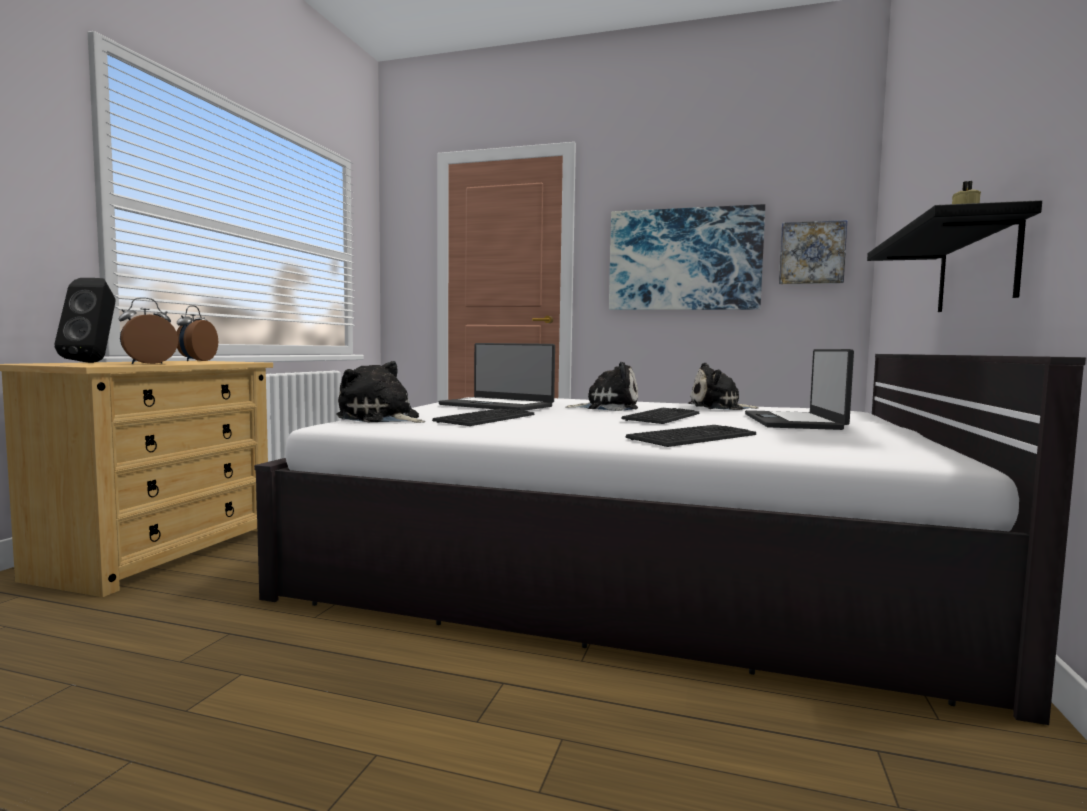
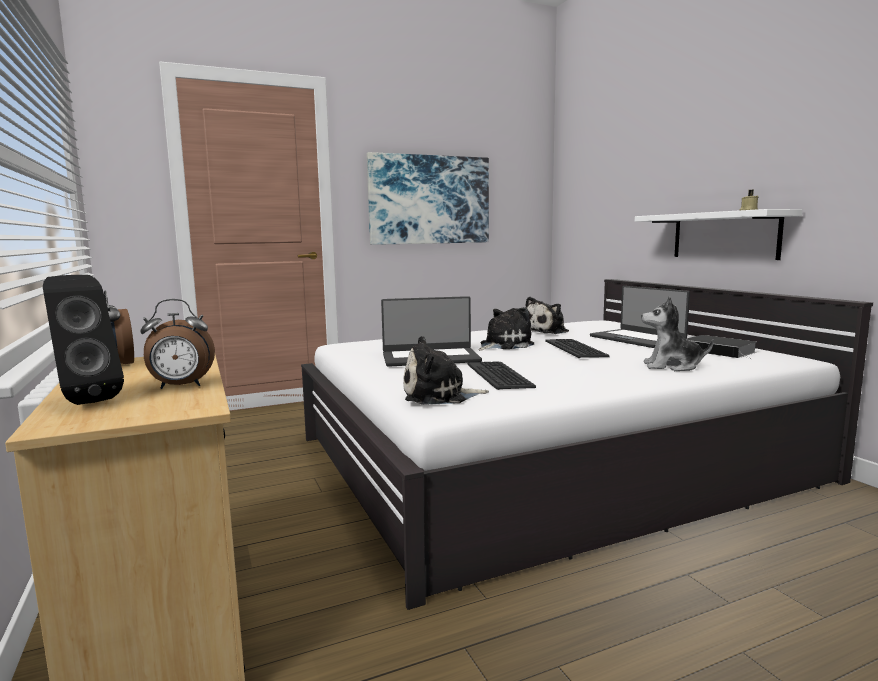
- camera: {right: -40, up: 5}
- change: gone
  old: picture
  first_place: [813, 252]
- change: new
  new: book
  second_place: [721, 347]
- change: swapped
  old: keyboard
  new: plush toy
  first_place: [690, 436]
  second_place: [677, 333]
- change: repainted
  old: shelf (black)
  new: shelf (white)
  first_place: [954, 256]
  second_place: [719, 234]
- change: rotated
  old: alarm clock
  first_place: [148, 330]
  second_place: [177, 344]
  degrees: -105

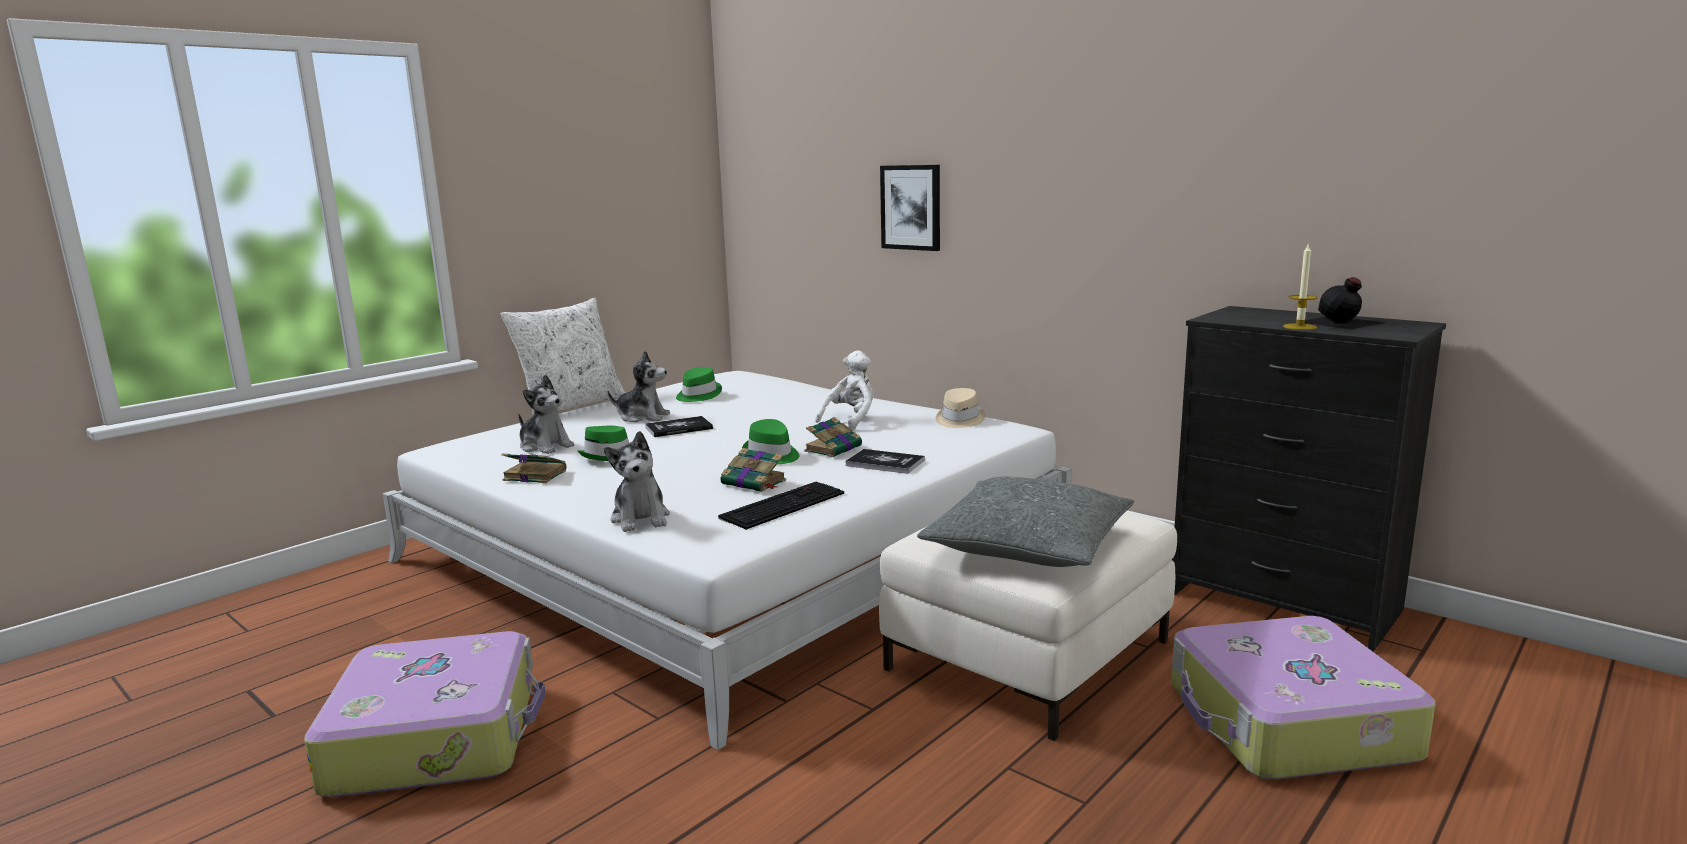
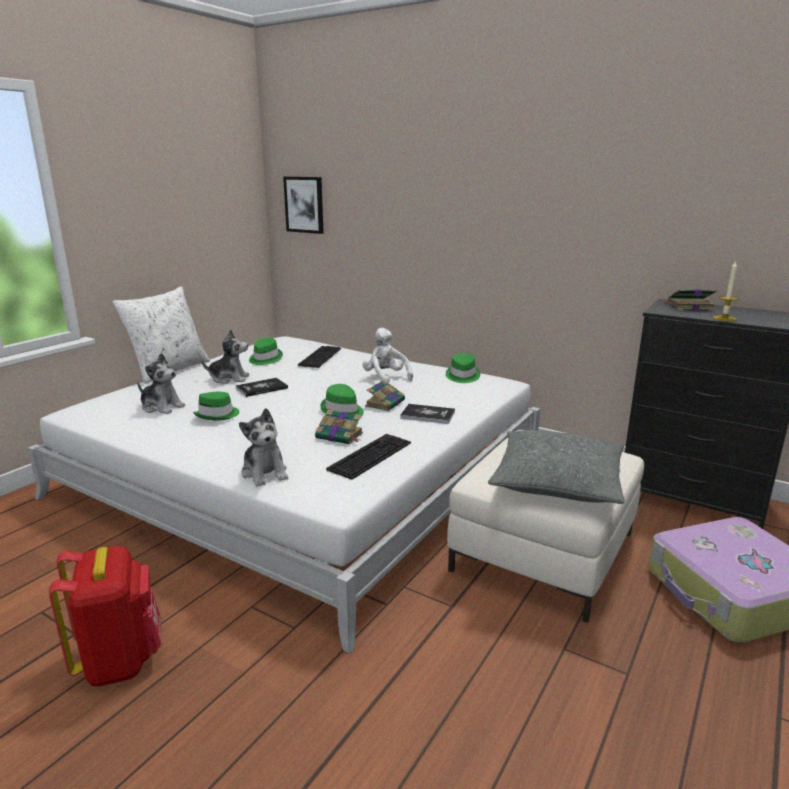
- camera: {right: -10, up: 5}
- change: gone
  old: bottle (black)
  first_place: [1345, 303]
- change: new
  new: keyboard
  second_place: [319, 357]
- change: shifted
  old: book
  first_place: [534, 468]
  second_place: [690, 300]
- change: shifted
  old: picture
  first_place: [910, 208]
  second_place: [303, 205]
- change: swapped
  old: suitcase
  new: backpack (red)
  first_place: [425, 714]
  second_place: [105, 616]
- change: repainted
  old: hat (beige)
  new: hat (green)
  first_place: [960, 408]
  second_place: [463, 368]
- change: rotated
  old: plush toy (white)
  first_place: [844, 390]
  second_place: [387, 356]
  degrees: -60

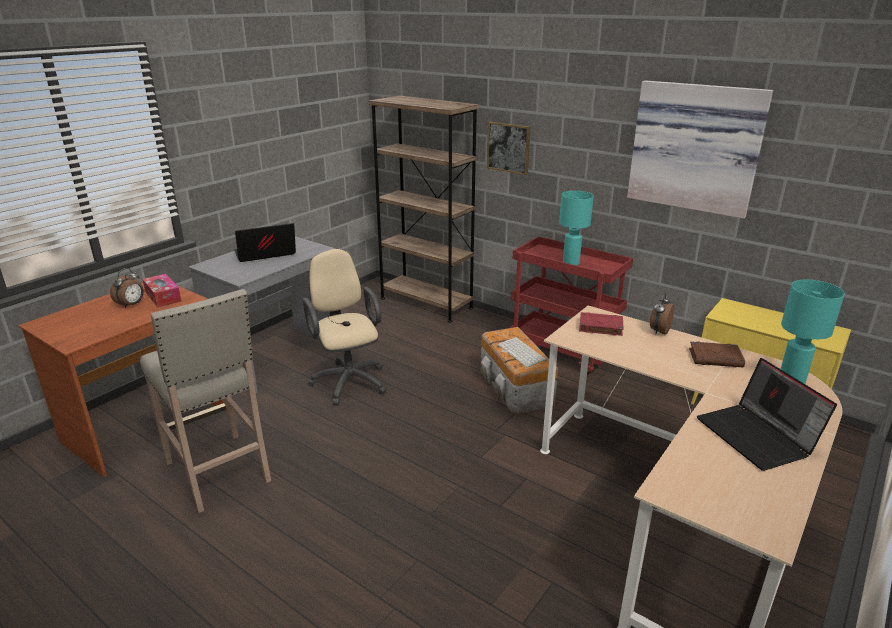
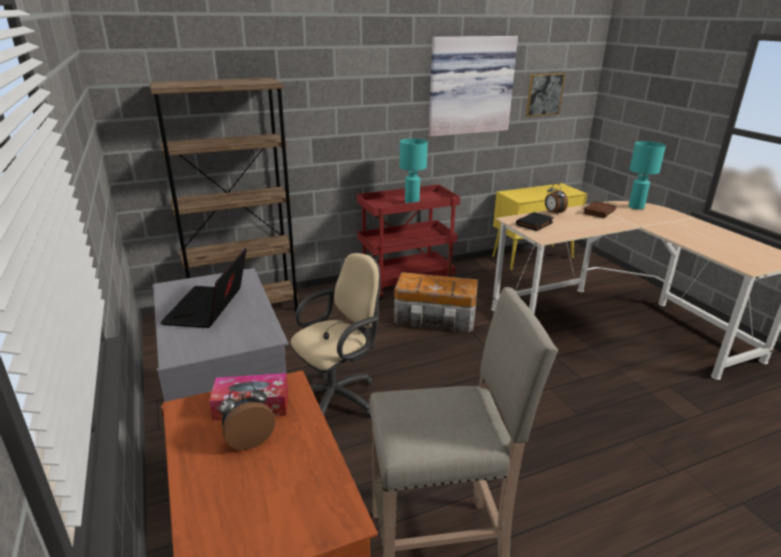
- camera: {right: -60, up: 0}
- change: gone
  old: keyboard
  first_place: [522, 352]
- change: gone
  old: laptop
  first_place: [767, 414]
- change: shifted
  old: picture
  first_place: [508, 148]
  second_place: [546, 95]
- change: repainted
  old: book (red)
  new: book (black)
  first_place: [601, 324]
  second_place: [535, 221]
- change: rotated
  old: alarm clock
  first_place: [127, 288]
  second_place: [247, 416]
  degrees: -90
- change: rotated
  old: office chair (beige)
  first_place: [345, 327]
  second_place: [336, 335]
  degrees: 135

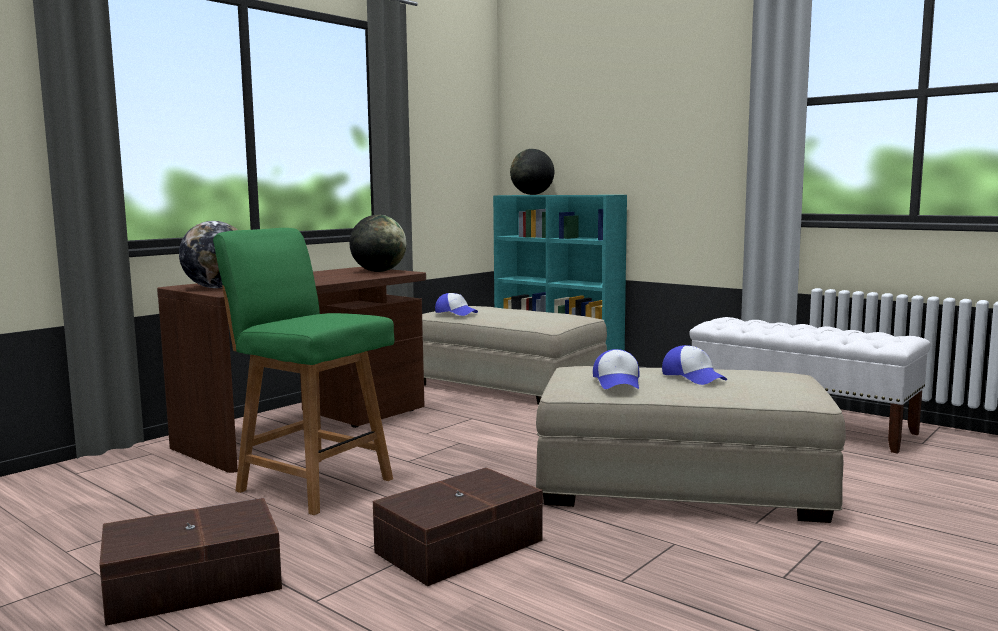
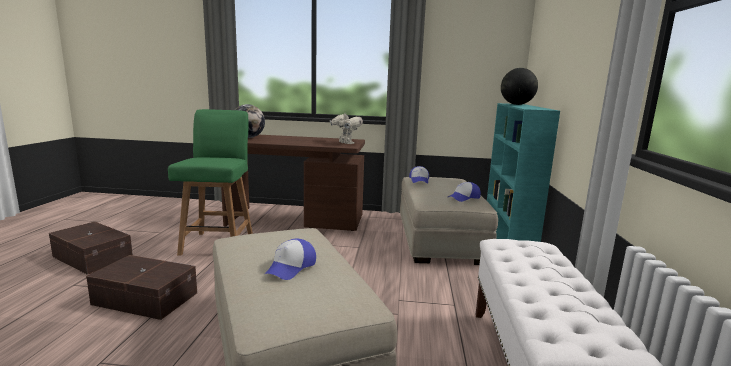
- camera: {right: 55, up: 5}
- change: shifted
  old: cap
  first_place: [616, 369]
  second_place: [464, 192]
- change: swapped
  old: globe
  new: toy robot
  first_place: [378, 243]
  second_place: [346, 127]

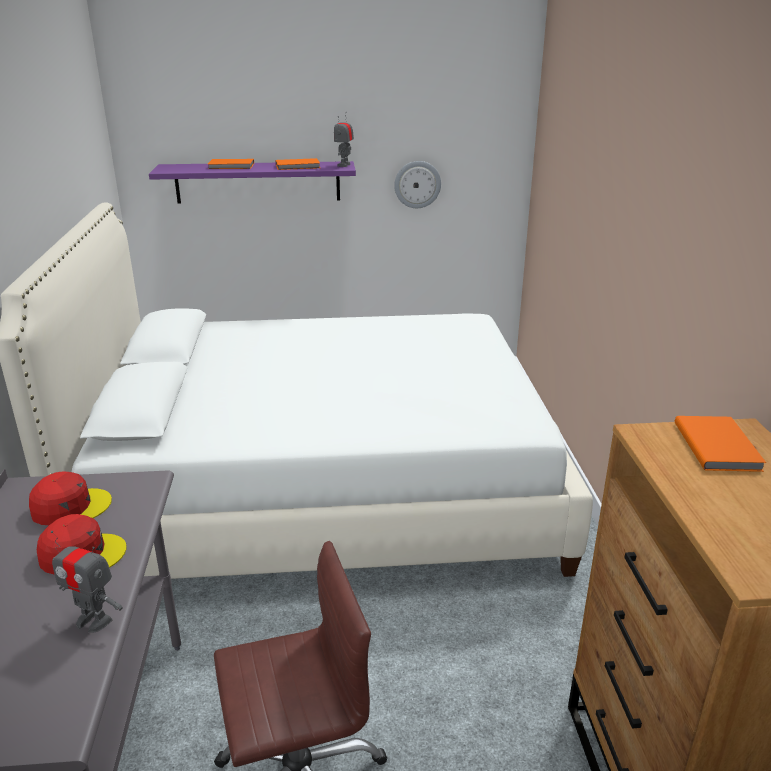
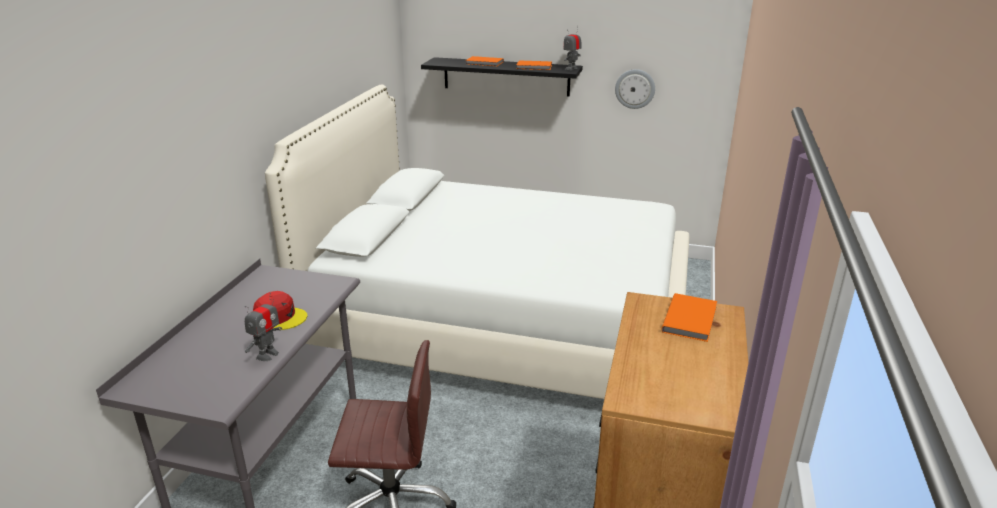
- camera: {right: 20, up: 0}
- change: gone
  old: cap (red)
  first_place: [70, 498]
- change: repainted
  old: shelf (purple)
  new: shelf (black)
  first_place: [252, 182]
  second_place: [502, 76]
- change: rotated
  old: toy robot
  first_place: [86, 582]
  second_place: [263, 327]
  degrees: -105

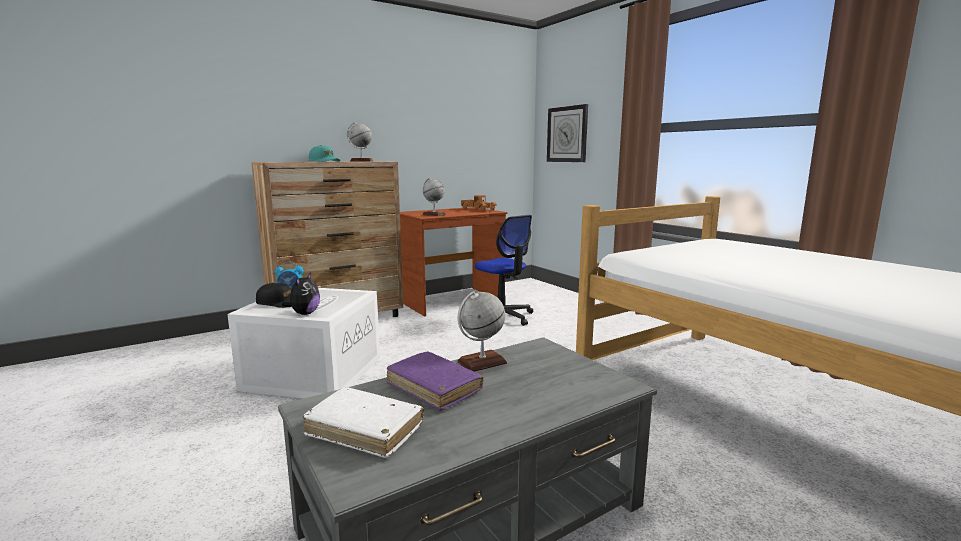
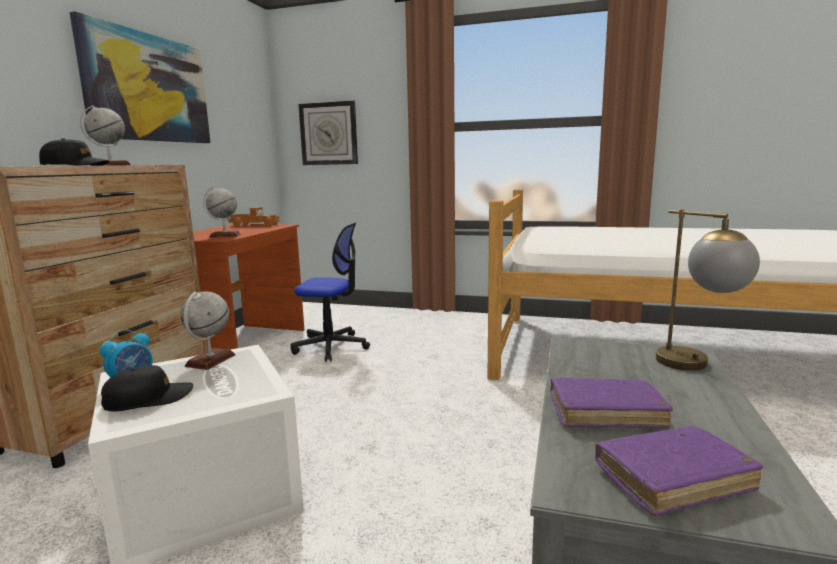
- camera: {right: -40, up: 0}
- change: gone
  old: plush toy
  first_place: [301, 293]
- change: new
  new: picture
  second_place: [140, 77]
- change: new
  new: table lamp
  second_place: [708, 290]
- change: shifted
  old: globe
  first_place: [482, 331]
  second_place: [208, 330]
- change: repainted
  old: book (white)
  new: book (purple)
  first_place: [363, 422]
  second_place: [679, 471]
- change: repainted
  old: cap (turquoise)
  new: cap (black)
  first_place: [324, 153]
  second_place: [74, 152]

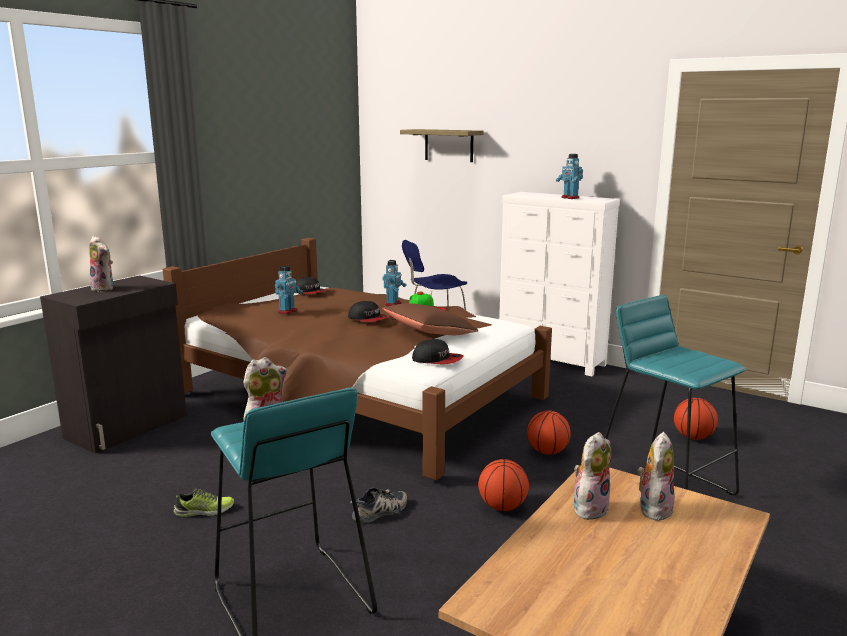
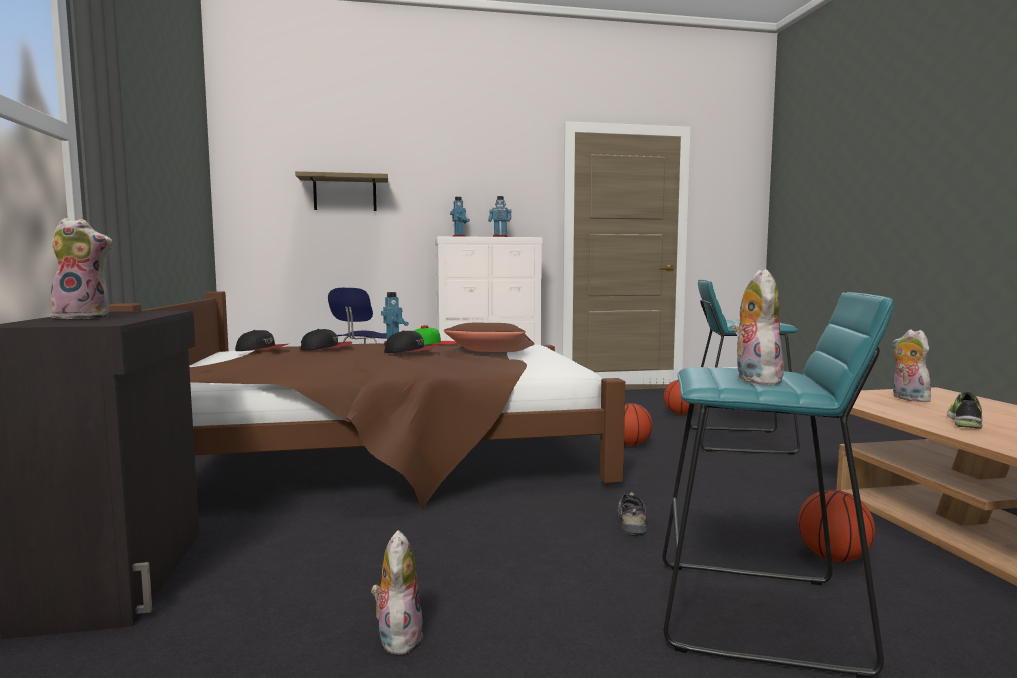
- camera: {right: -45, up: -10}
- change: shifted
  old: shoe
  first_place: [204, 503]
  second_place: [965, 410]
- change: shifted
  old: toy robot
  first_place: [289, 289]
  second_place: [460, 217]
- change: shifted
  old: cap
  first_place: [438, 351]
  second_place: [326, 340]
- change: shifted
  old: basketball
  first_place: [503, 485]
  second_place: [836, 525]
- change: shifted
  old: plush toy
  first_place: [593, 476]
  second_place: [397, 592]

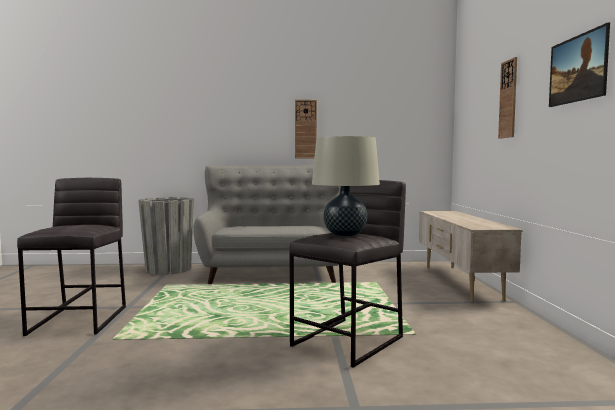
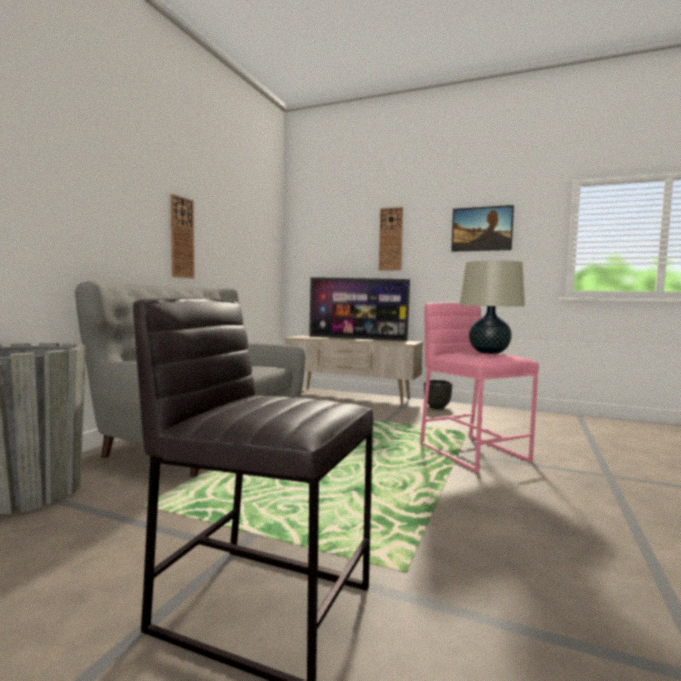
- camera: {right: -65, up: 0}
- change: new
  new: television
  second_place: [359, 309]
- change: new
  new: planter (black)
  second_place: [438, 394]
- change: repainted
  old: stool (grey)
  new: stool (pink)
  first_place: [347, 274]
  second_place: [479, 387]

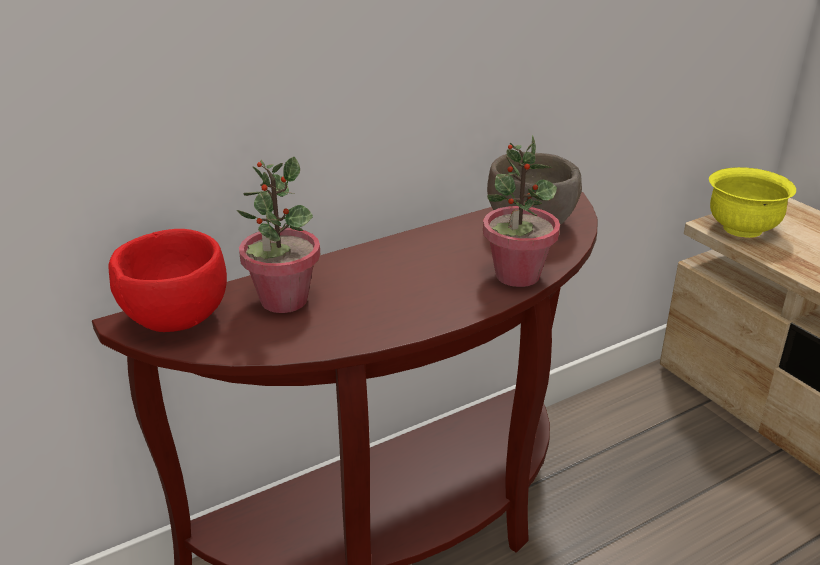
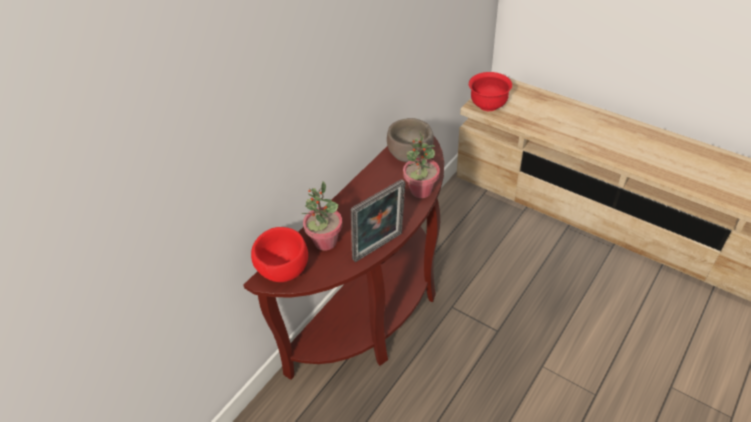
- camera: {right: -20, up: 15}
- change: new
  new: picture frame
  second_place: [378, 220]
- change: repainted
  old: bowl (yellow)
  new: bowl (red)
  first_place: [752, 202]
  second_place: [490, 91]

